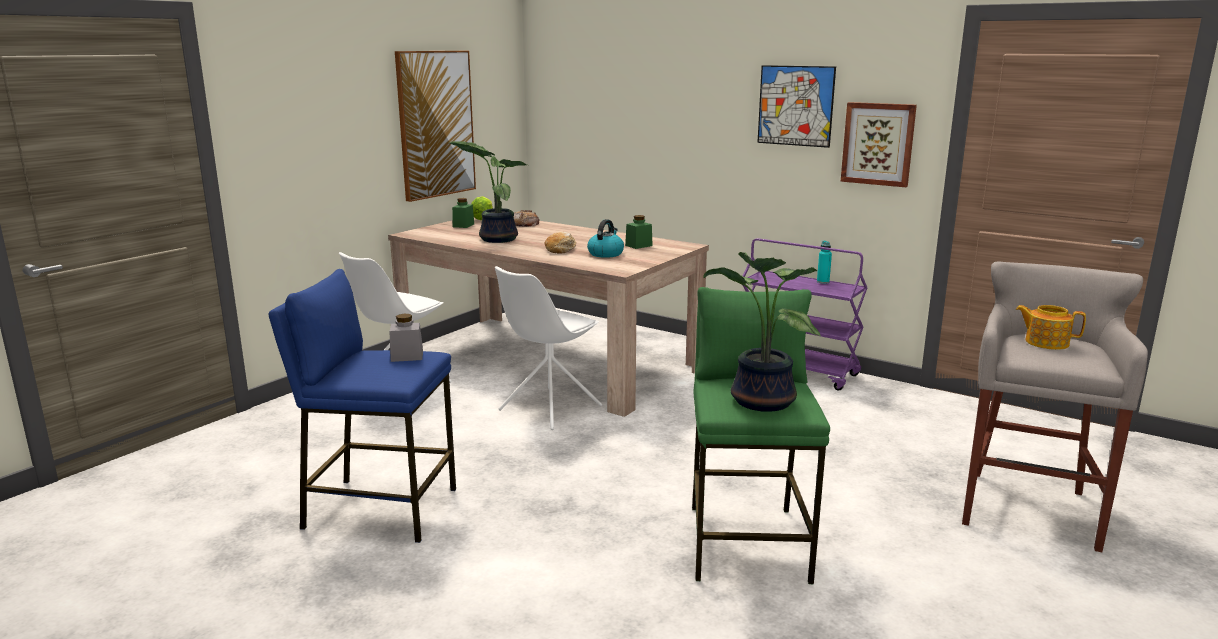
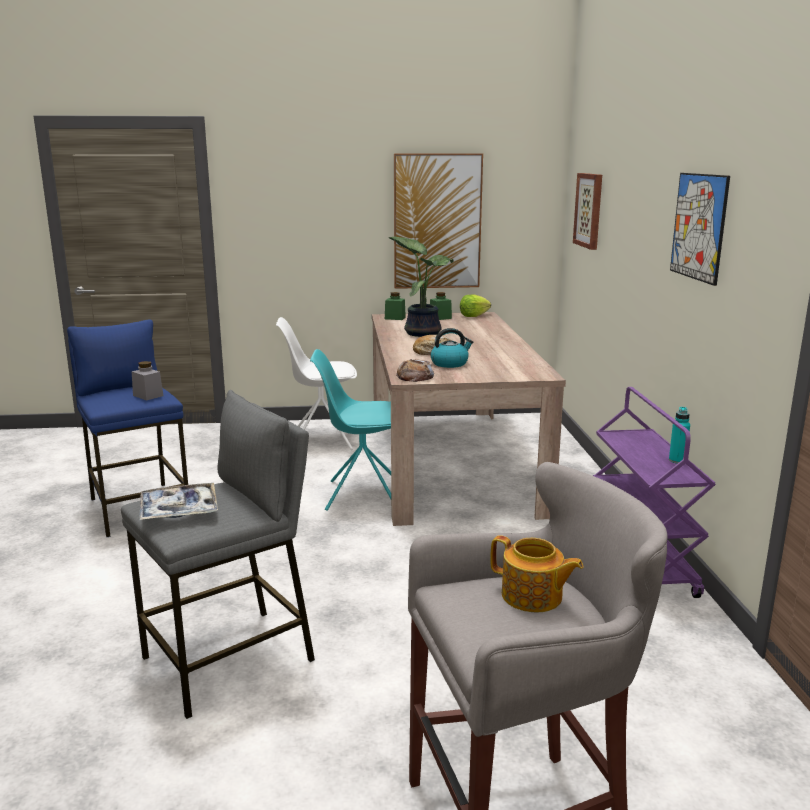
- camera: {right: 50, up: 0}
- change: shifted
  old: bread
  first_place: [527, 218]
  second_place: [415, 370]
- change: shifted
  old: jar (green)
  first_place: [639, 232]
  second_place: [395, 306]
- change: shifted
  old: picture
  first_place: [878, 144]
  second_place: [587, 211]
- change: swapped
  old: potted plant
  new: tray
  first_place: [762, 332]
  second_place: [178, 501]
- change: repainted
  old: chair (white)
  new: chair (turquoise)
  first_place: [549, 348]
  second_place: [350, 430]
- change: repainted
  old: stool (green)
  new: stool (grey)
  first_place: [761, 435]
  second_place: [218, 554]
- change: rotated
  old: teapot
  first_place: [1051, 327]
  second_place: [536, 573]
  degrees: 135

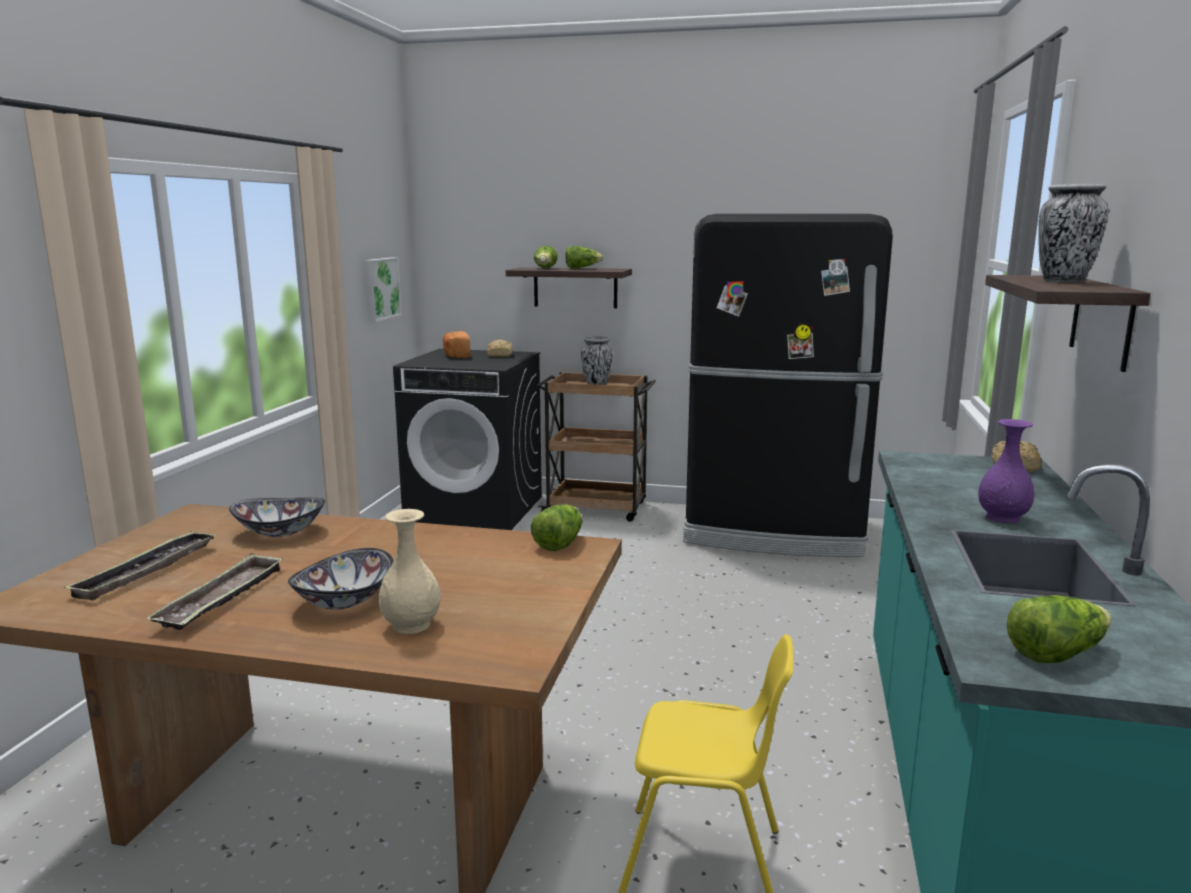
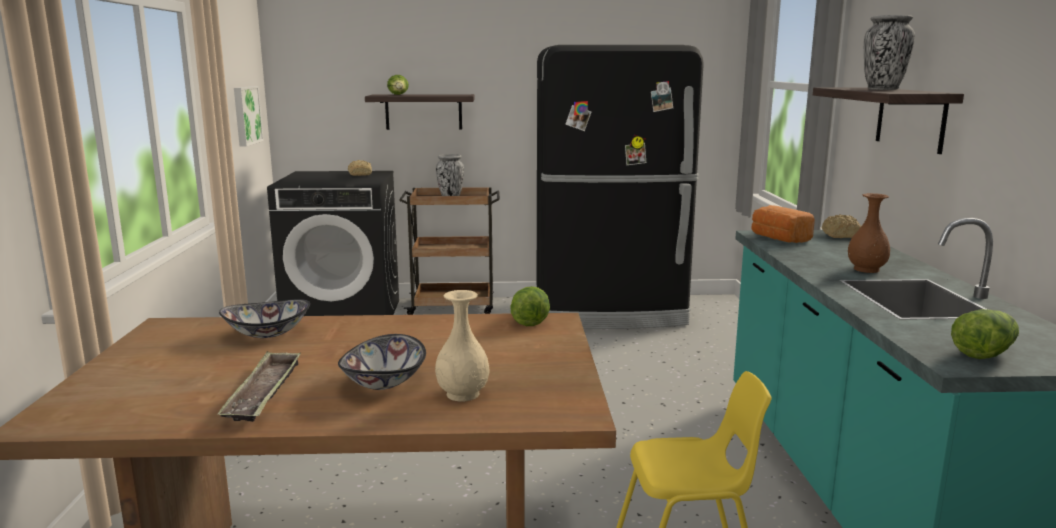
- camera: {right: -15, up: 0}
- change: gone
  old: tray
  first_place: [139, 565]
- change: gone
  old: lettuce
  first_place: [585, 257]
- change: shifted
  old: bread
  first_place: [456, 344]
  second_place: [783, 224]
- change: repainted
  old: vase (purple)
  new: vase (brown)
  first_place: [1006, 471]
  second_place: [869, 233]

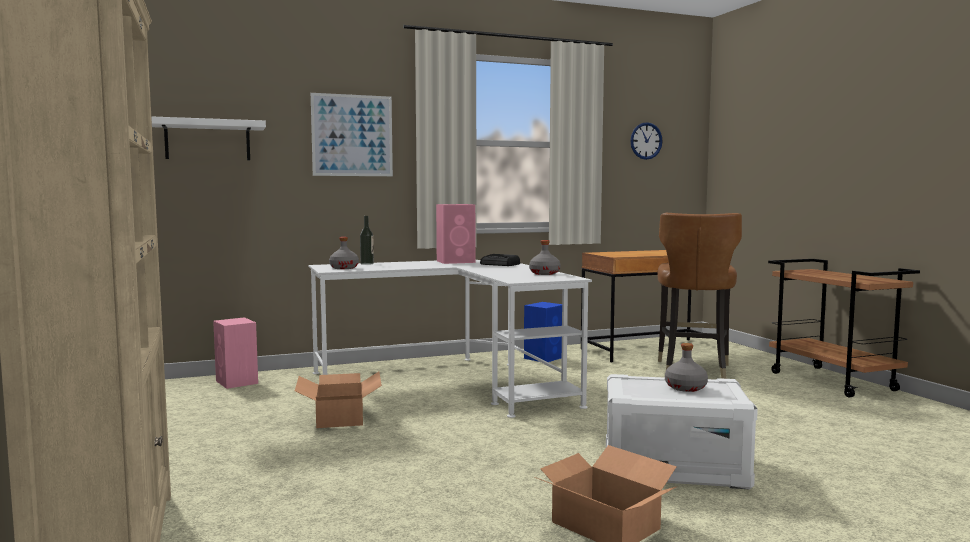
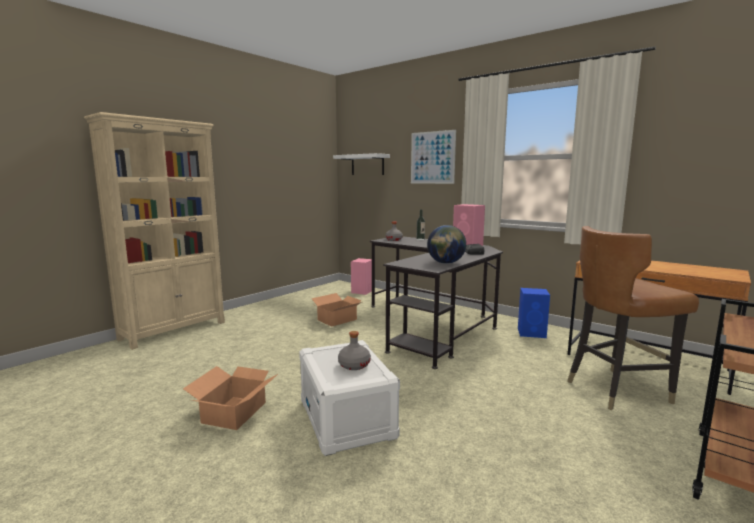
- camera: {right: 60, up: 5}
- change: gone
  old: wall clock
  first_place: [646, 141]
- change: swapped
  old: bottle (grey)
  new: globe
  first_place: [544, 257]
  second_place: [446, 244]
- change: repainted
  old: desk (white)
  new: desk (black)
  first_place: [450, 339]
  second_place: [436, 302]

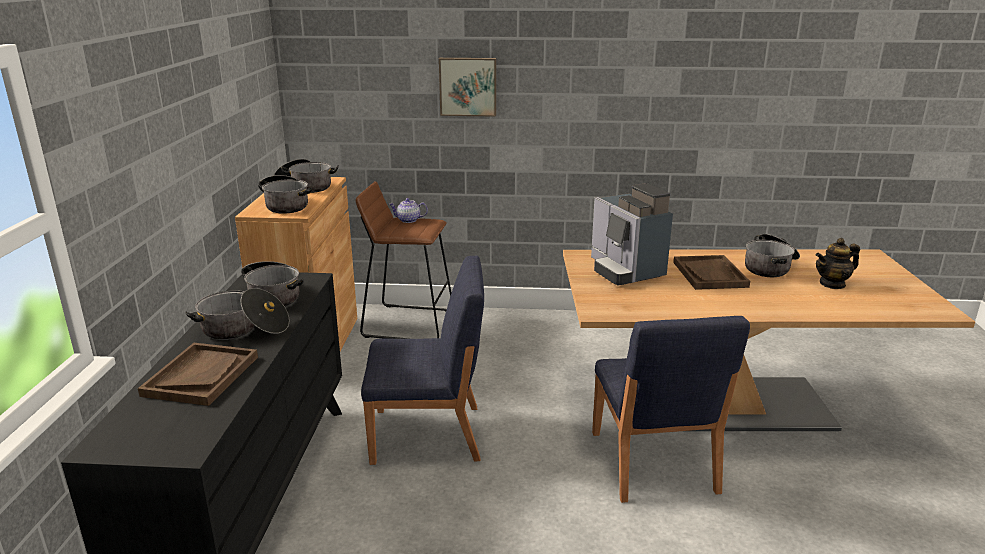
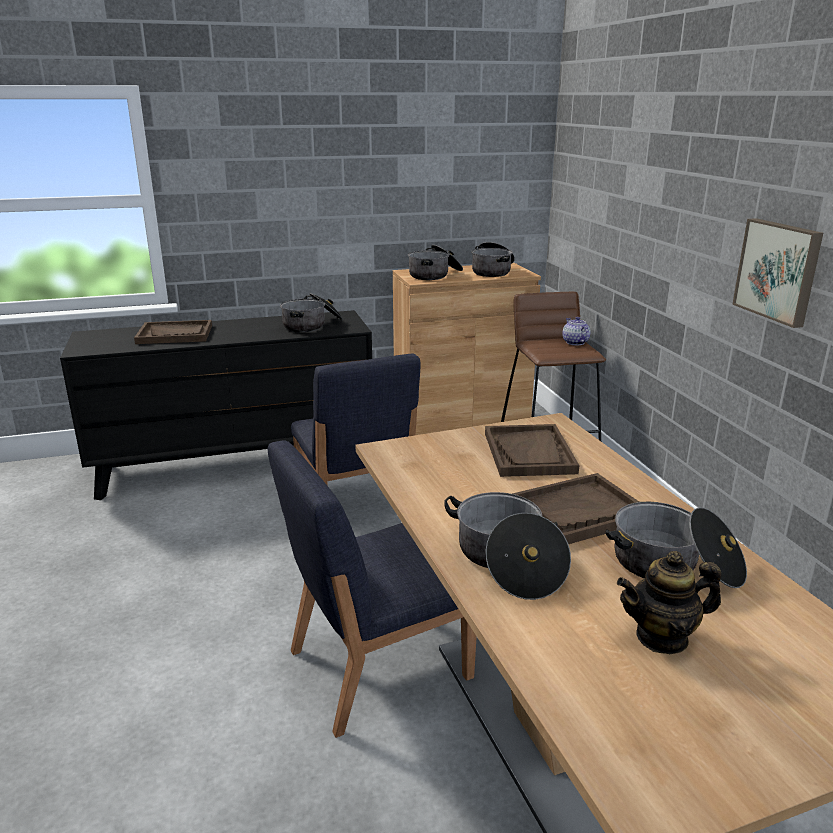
- camera: {right: 70, up: 0}
- change: shifted
  old: cooking pot
  first_place: [237, 314]
  second_place: [507, 546]
- change: shifted
  old: picture
  first_place: [467, 87]
  second_place: [777, 273]
- change: swapped
  old: coffee machine
  new: tray (brown)
  first_place: [632, 234]
  second_place: [532, 450]
- change: rotated
  old: teapot
  first_place: [838, 263]
  second_place: [669, 602]
  degrees: -60

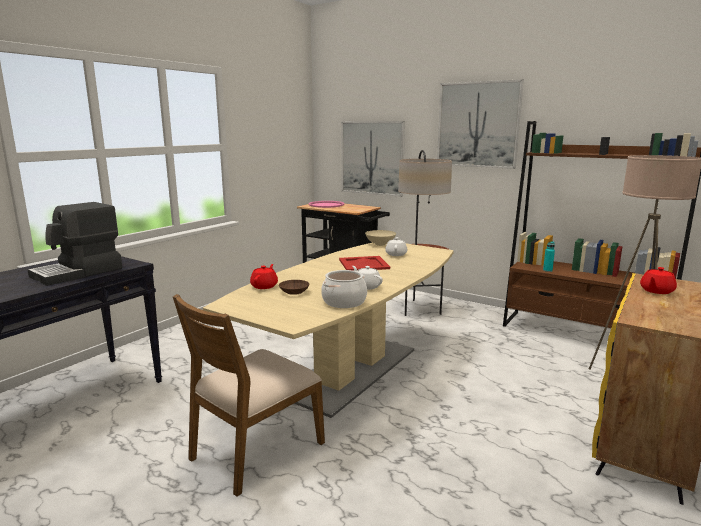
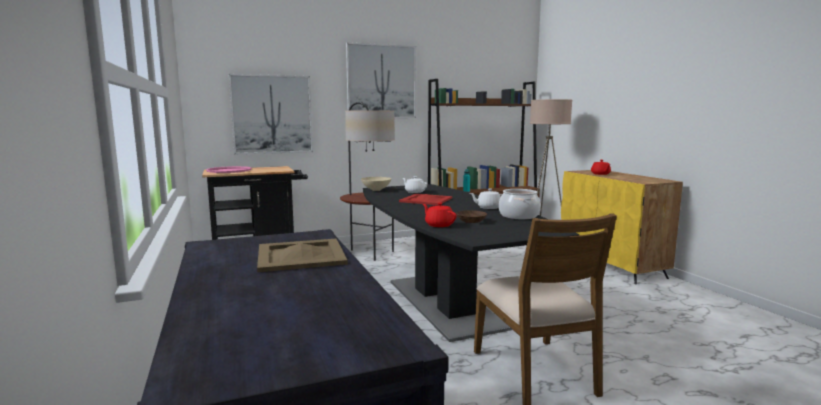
- camera: {right: -55, up: -5}
- change: swapped
  old: coffee machine
  new: tray (beige)
  first_place: [75, 244]
  second_place: [302, 255]
- change: repainted
  old: dining table (beige)
  new: dining table (black)
  first_place: [328, 330]
  second_place: [471, 263]

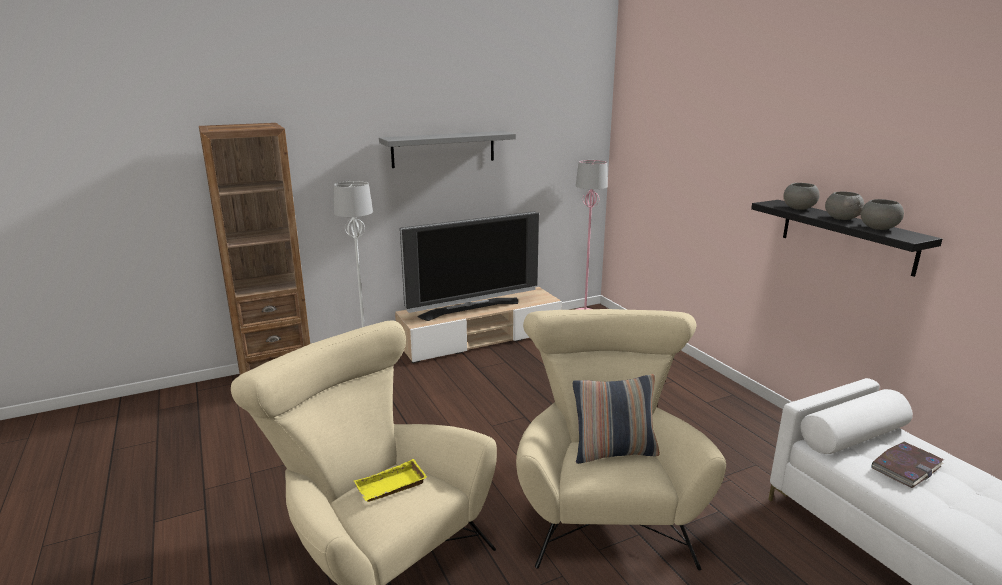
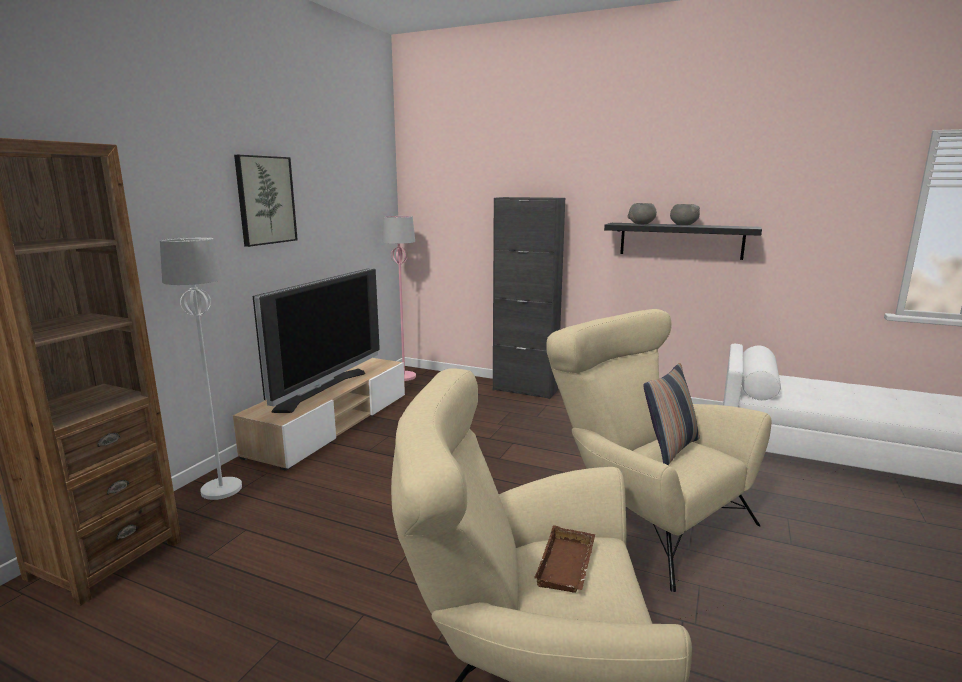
- camera: {right: -40, up: -5}
- change: gone
  old: bowl (grey)
  first_place: [882, 214]
- change: gone
  old: book
  first_place: [907, 465]
- change: new
  new: cabinet (black)
  second_place: [529, 298]
- change: swapped
  old: shelf (grey)
  new: picture
  first_place: [447, 149]
  second_place: [266, 201]
- change: repainted
  old: tray (yellow)
  new: tray (brown)
  first_place: [390, 480]
  second_place: [564, 559]

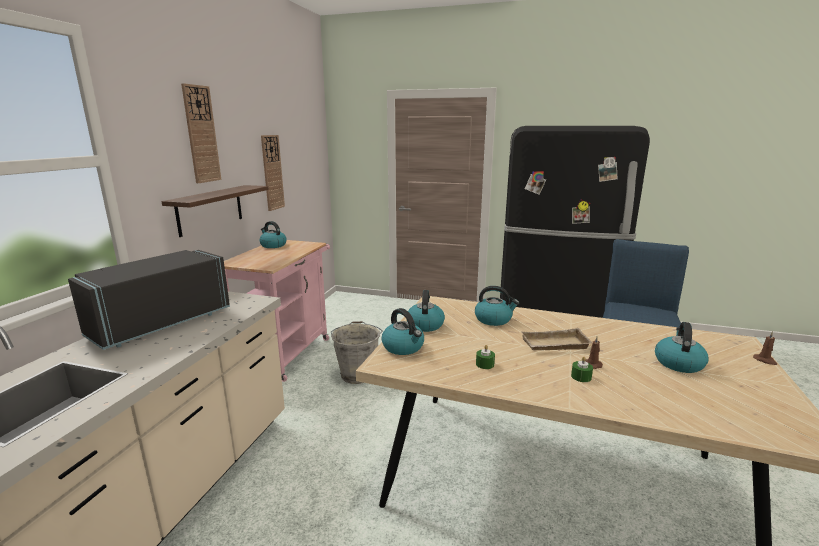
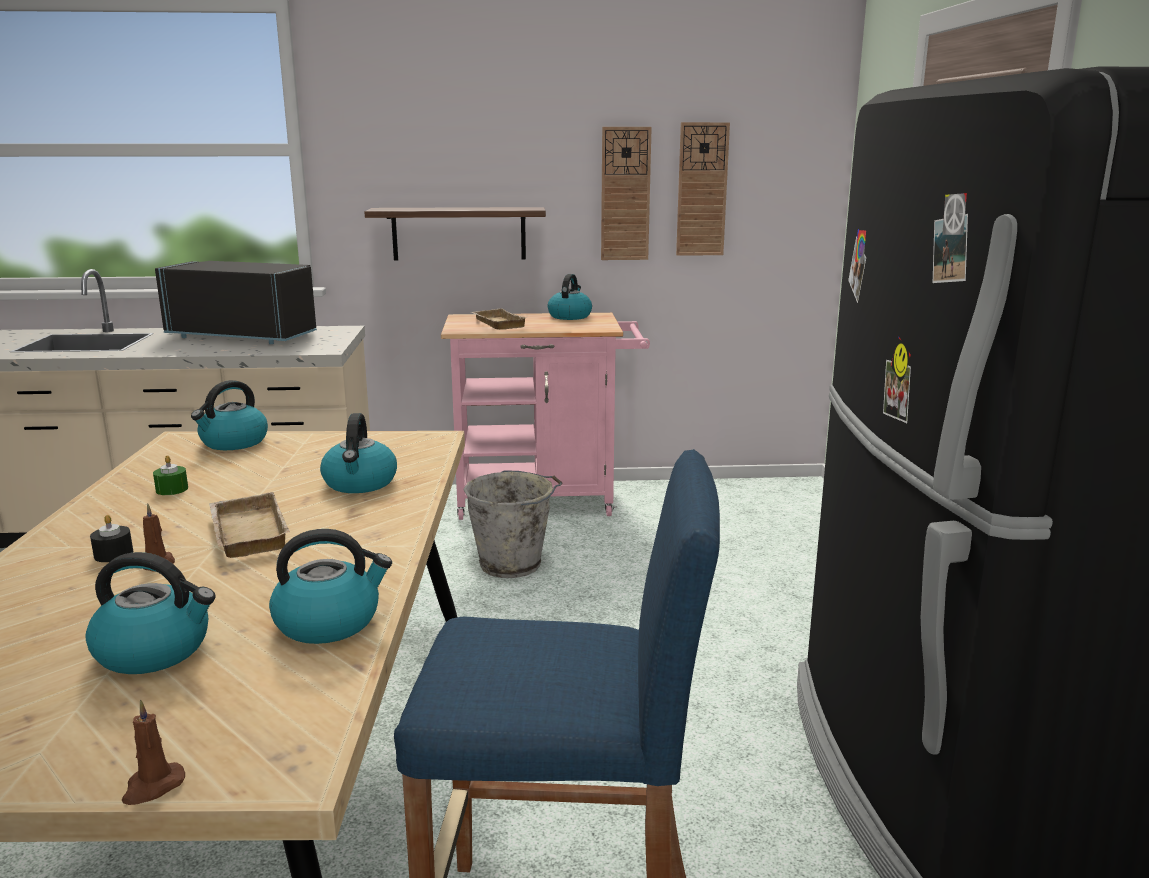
- camera: {right: 70, up: 0}
- change: new
  new: tray (beige)
  second_place: [499, 319]
- change: shifted
  old: wall clock
  first_place: [201, 133]
  second_place: [703, 189]
- change: shifted
  old: kettle
  first_place: [425, 311]
  second_place: [330, 586]
- change: repainted
  old: candle (green)
  new: candle (black)
  first_place: [582, 369]
  second_place: [111, 538]

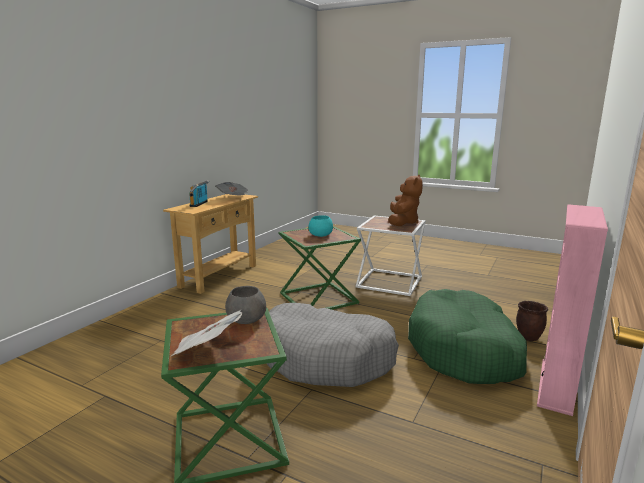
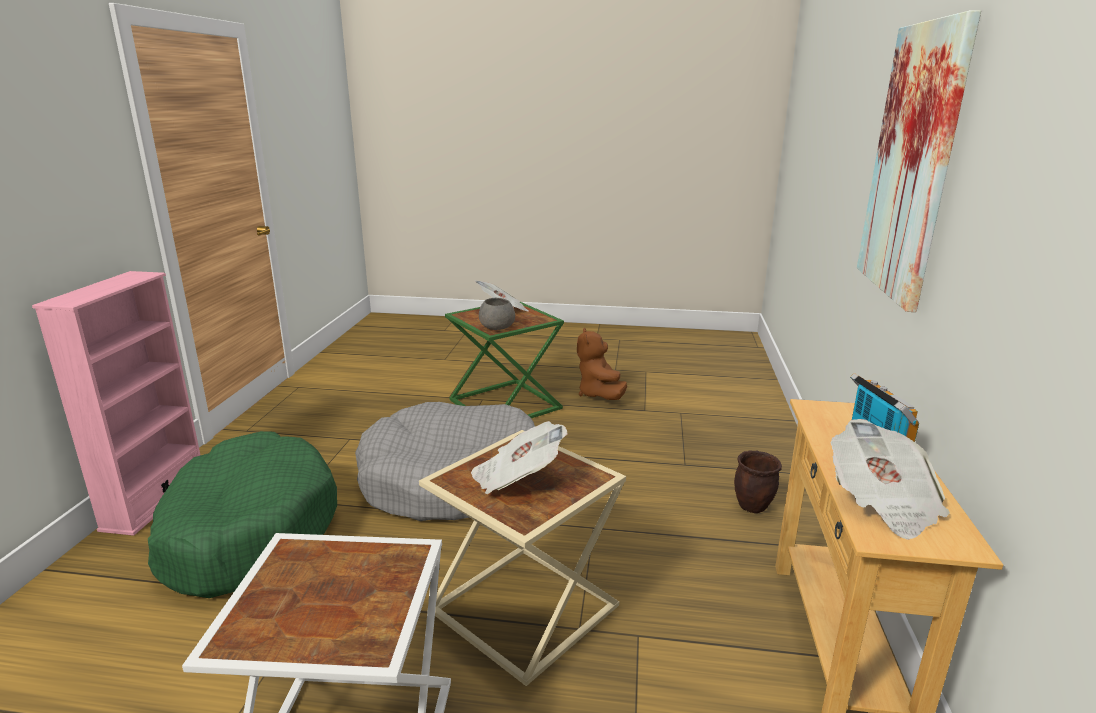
- camera: {right: 160, up: 5}
- change: new
  new: picture
  second_place: [919, 161]
- change: shifted
  old: plush toy (brown)
  first_place: [405, 200]
  second_place: [602, 364]
- change: shifted
  old: planter (brown)
  first_place: [532, 321]
  second_place: [758, 481]
- change: swapped
  old: bowl (turquoise)
  new: newspaper
  first_place: [320, 226]
  second_place: [519, 457]
- change: repainted
  old: side table (green)
  new: side table (beige)
  first_place: [320, 268]
  second_place: [522, 558]

